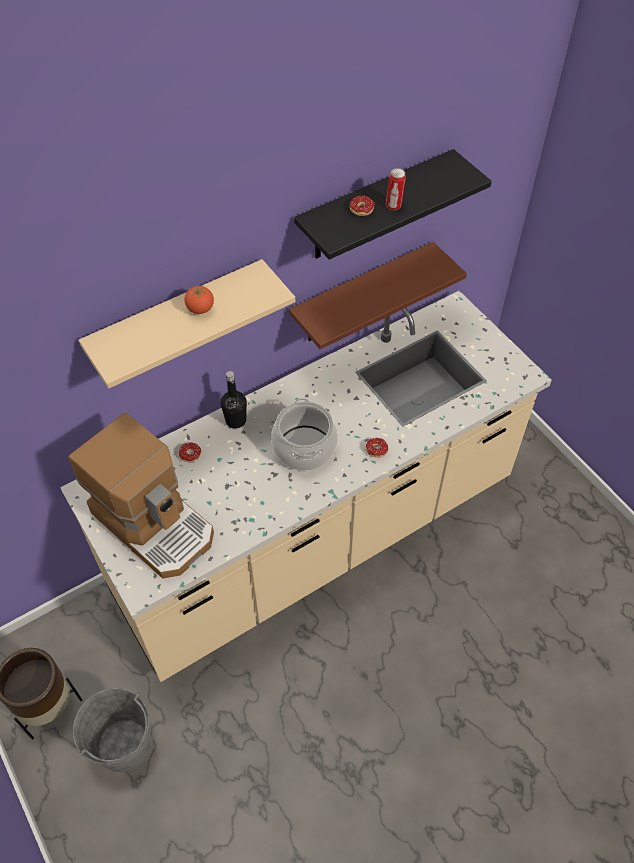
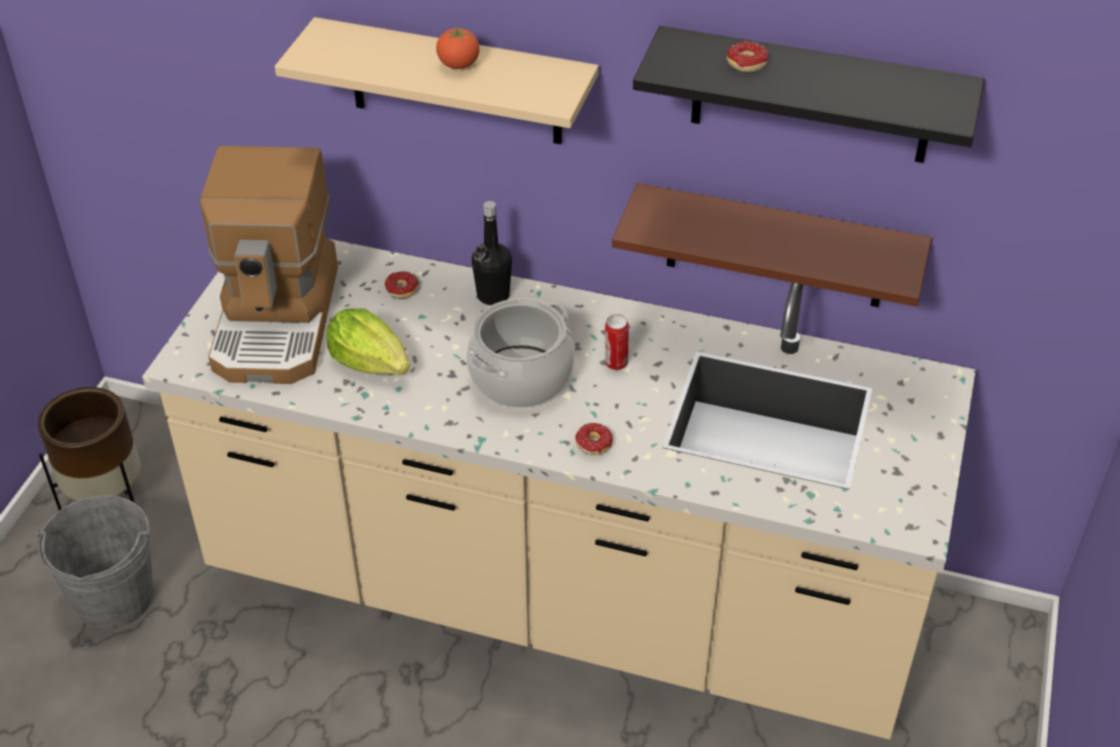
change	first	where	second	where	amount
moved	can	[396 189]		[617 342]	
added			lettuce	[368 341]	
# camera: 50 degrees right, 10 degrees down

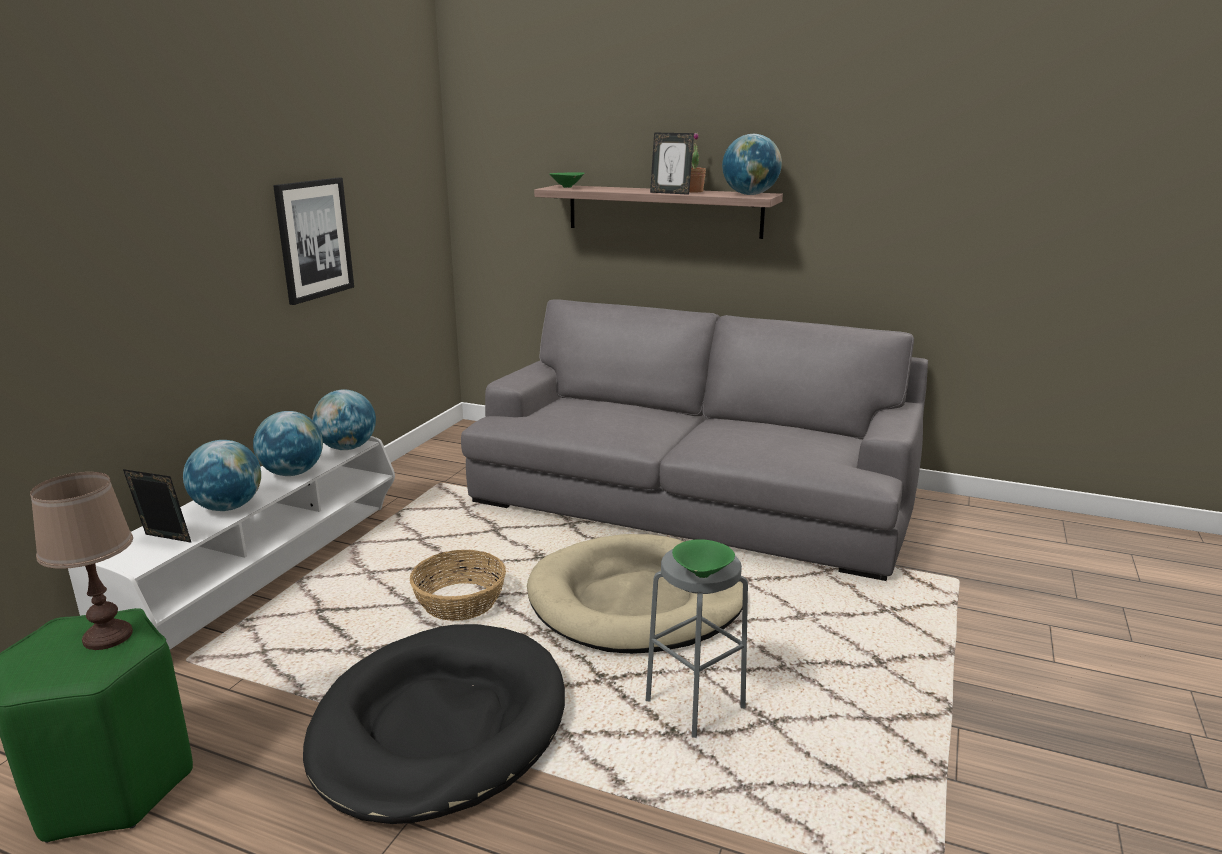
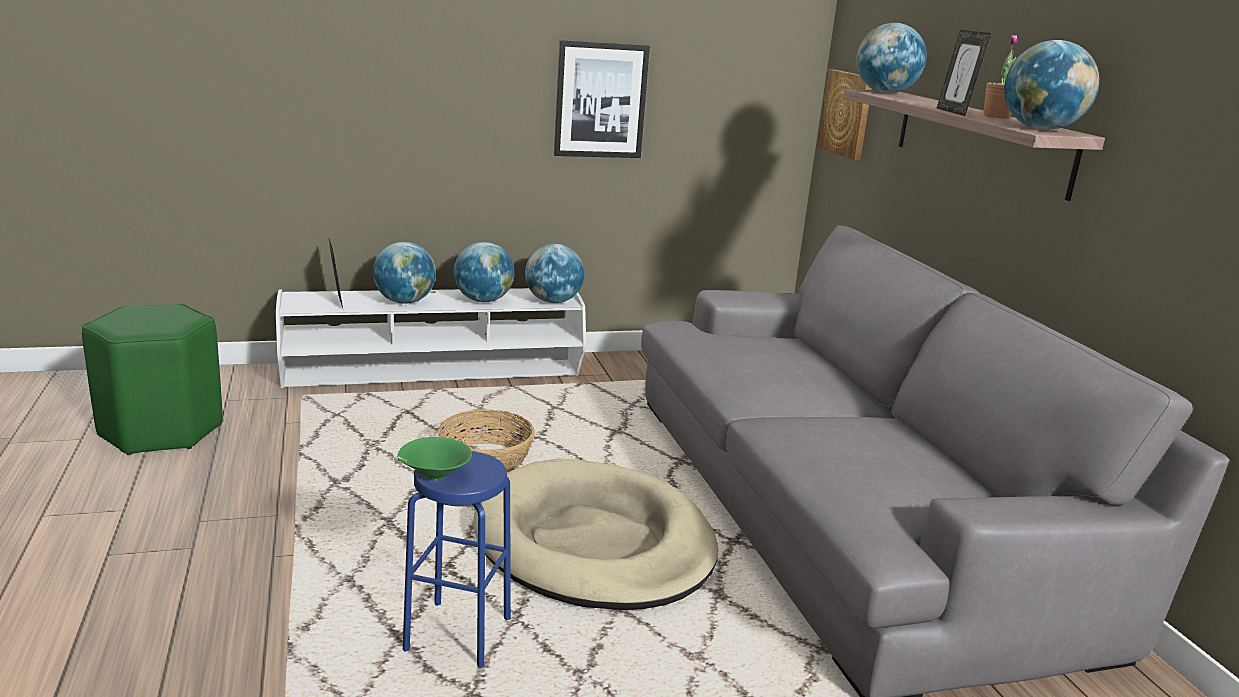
change	first	where	second	where	amount
removed	brown table lamp	[81 561]			
removed	black dog bed	[434 724]			
replaced	green bowl	[567 180]	globe	[891 58]	
recoloured	grey stool	[697 643]	blue stool	[457 559]	
added			picture	[844 114]	
# camera: 50 degrees right, 0 degrees up

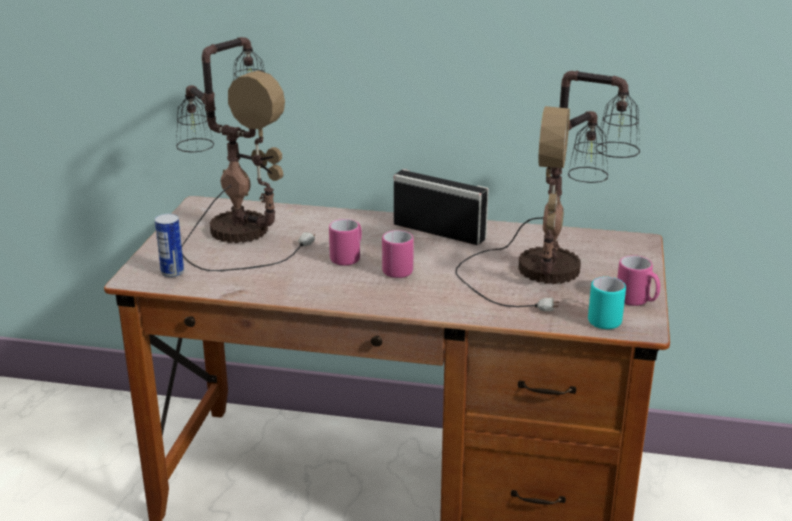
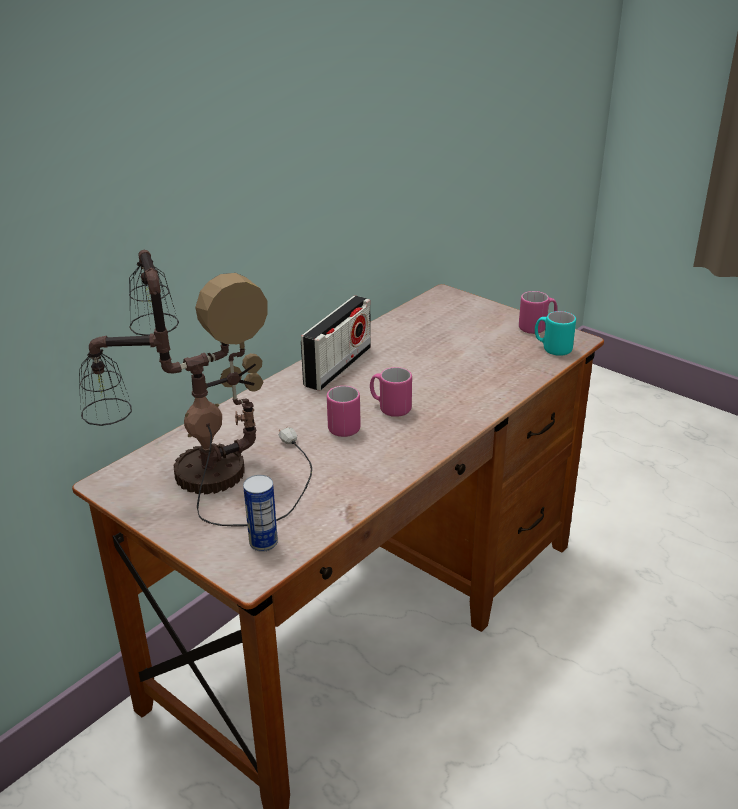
change	first	where	second	where	amount
turned	radio	[441 207]		[336 343]	150 degrees clockwise
removed	table lamp	[547 191]			
# camera: 60 degrees left, 5 degrees up

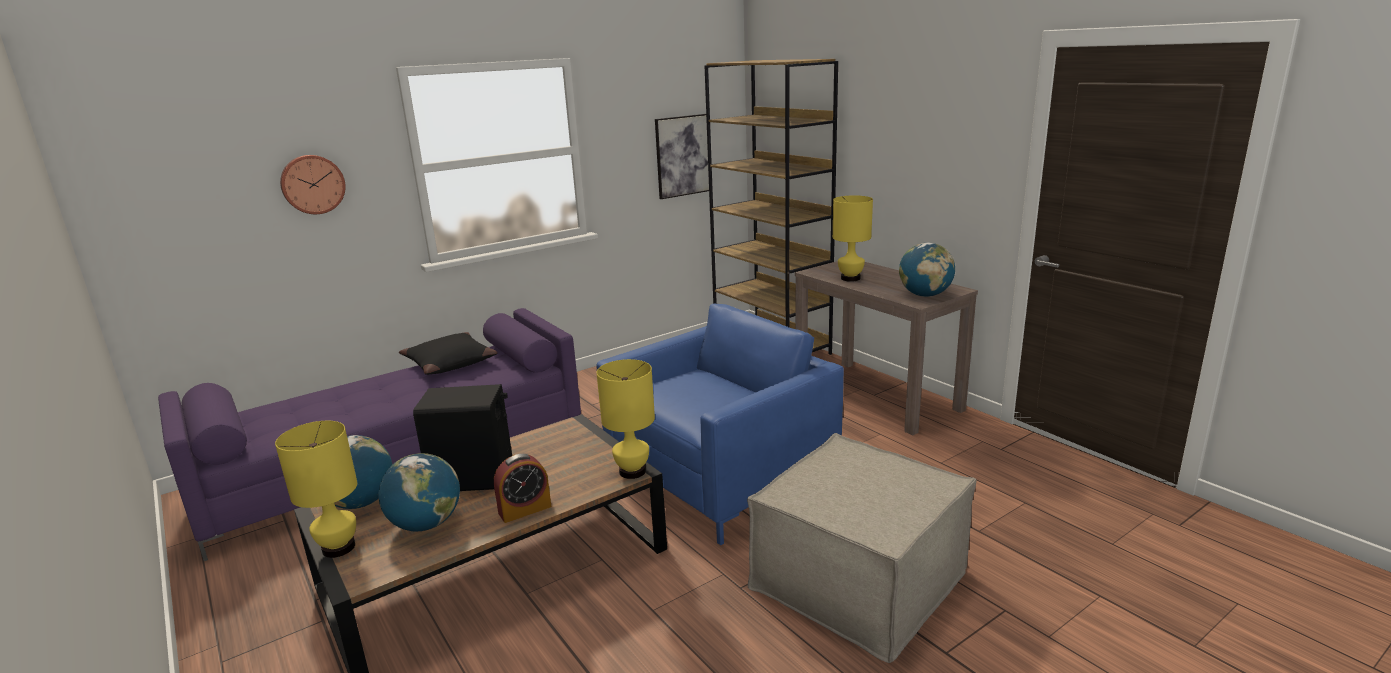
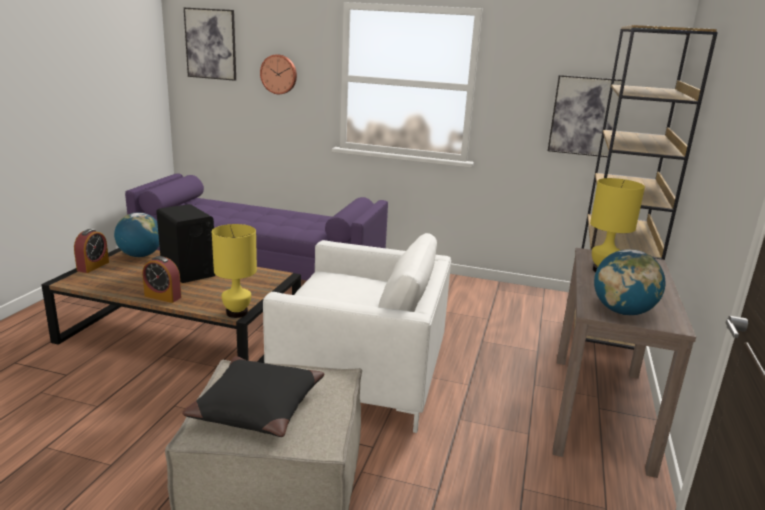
change	first	where	second	where	amount
replaced	yellow table lamp	[316 489]	alarm clock	[91 251]	
removed	globe	[419 492]			
moved	black pillow	[448 353]		[253 396]	
recoloured	blue armchair	[720 424]	white armchair	[357 333]	
added			picture	[210 44]	
# camera: 50 degrees right, 0 degrees up

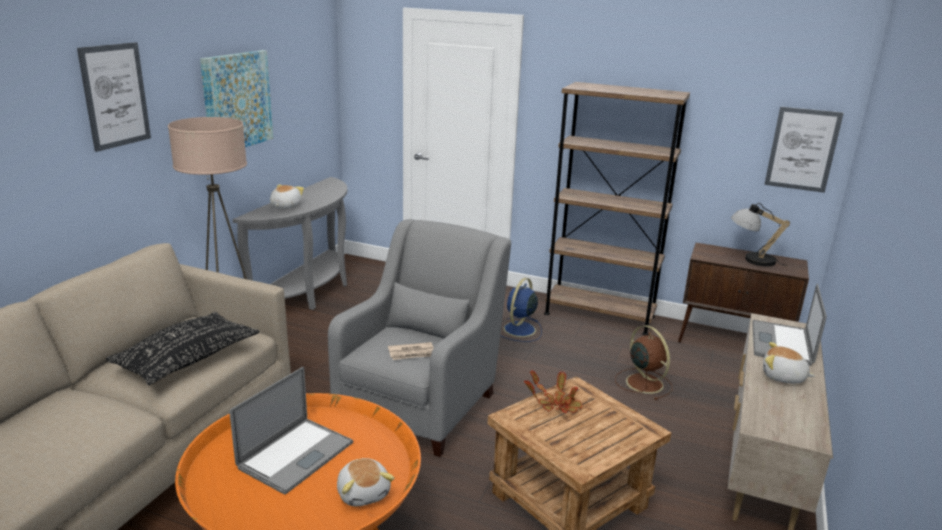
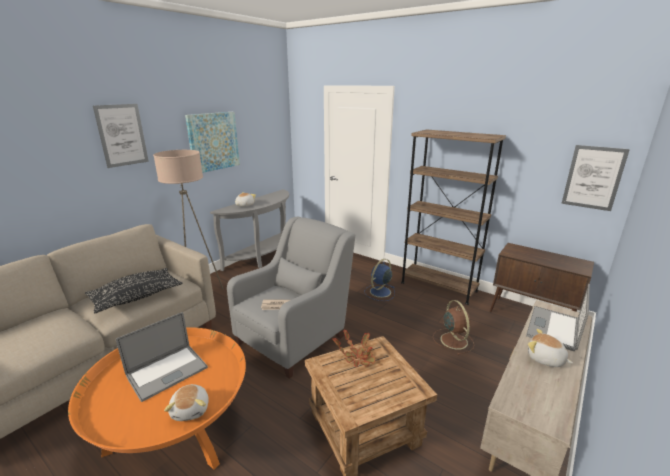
change	first	where	second	where	amount
removed	table lamp	[760 235]			
# camera: 15 degrees right, 0 degrees up

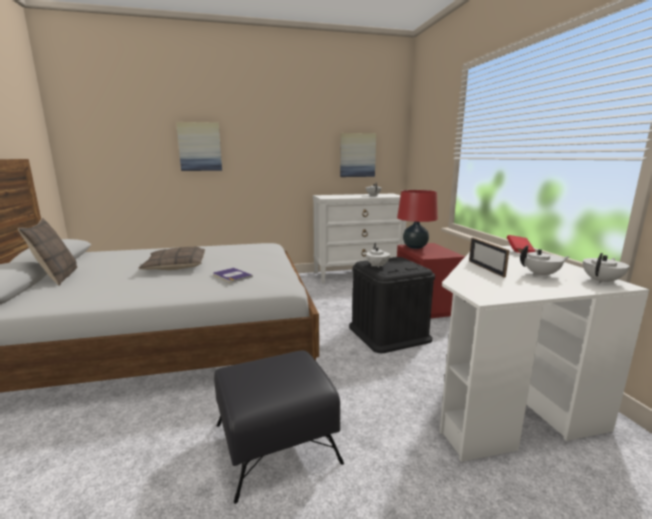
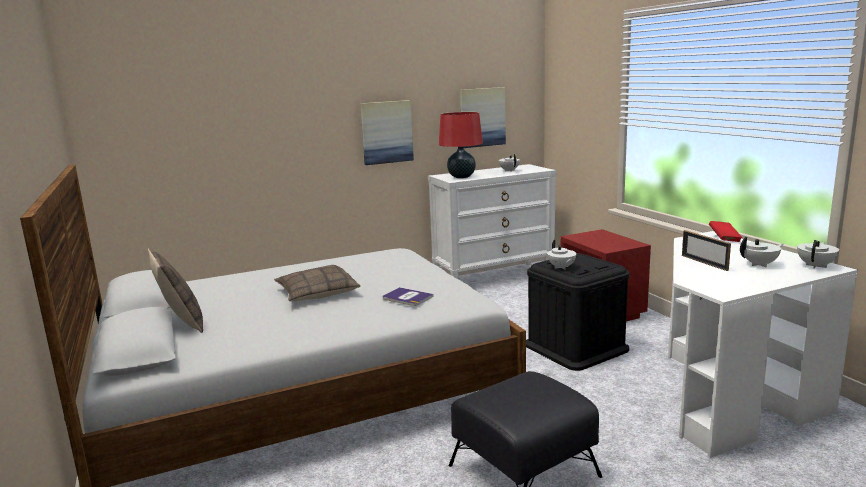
change	first	where	second	where	amount
moved	picture	[199 146]		[387 132]	
moved	red table lamp	[417 219]		[461 145]	
# camera: 10 degrees left, 0 degrees up

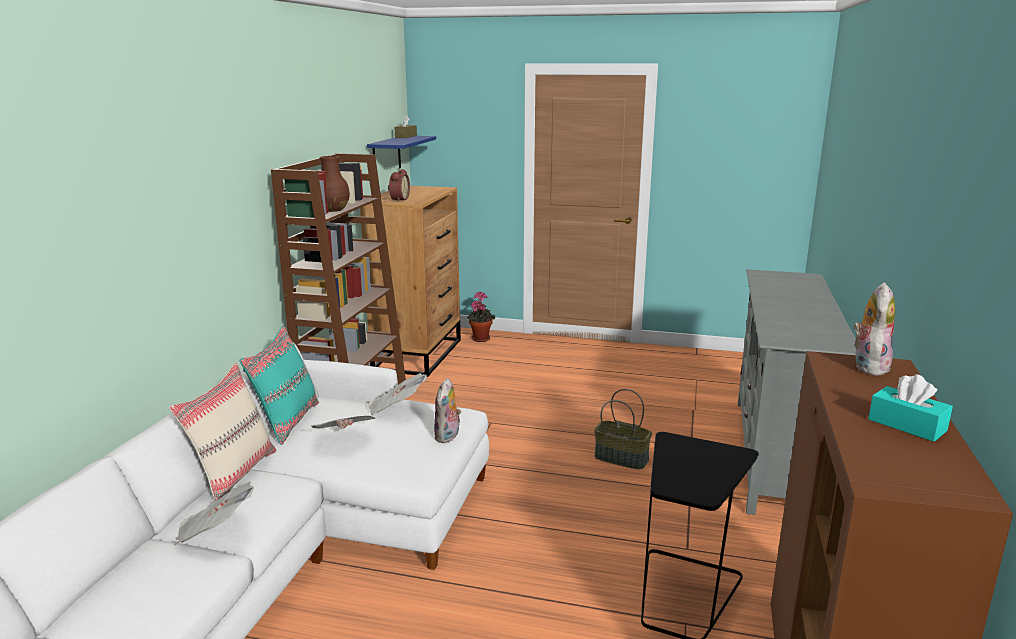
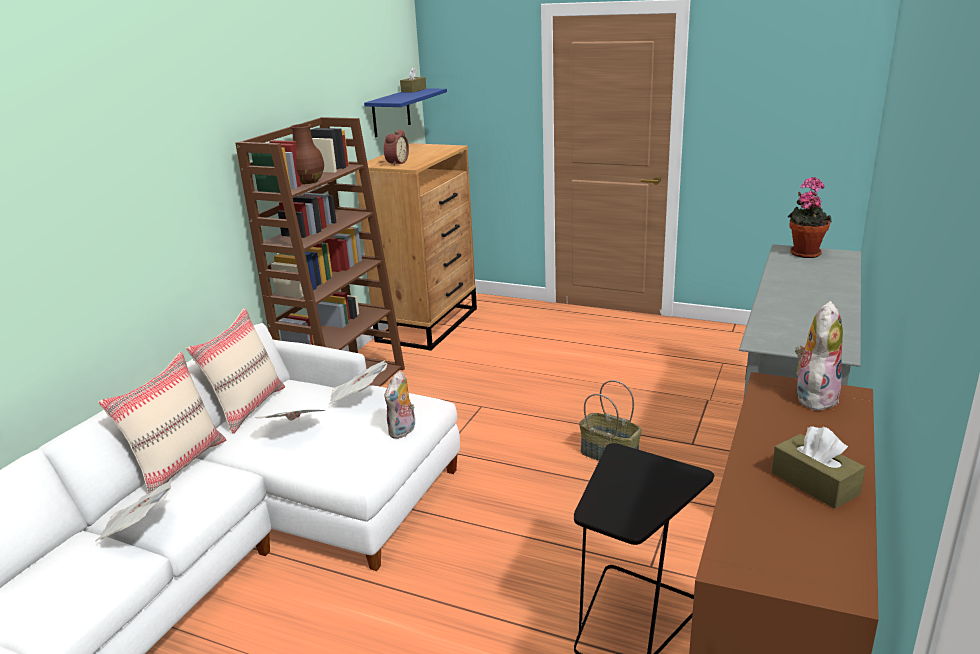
change	first	where	second	where	amount
recoloured	turquoise pillow	[279 385]	beige pillow	[235 371]	
moved	potted plant	[481 316]		[810 217]	
recoloured	turquoise tissue box	[910 408]	brown tissue box	[819 467]	
# camera: 10 degrees right, 5 degrees up

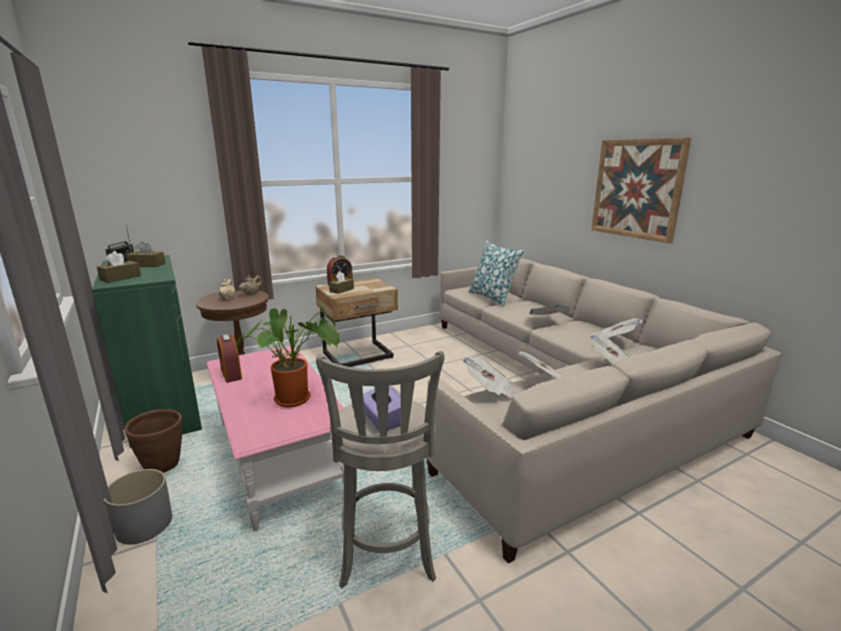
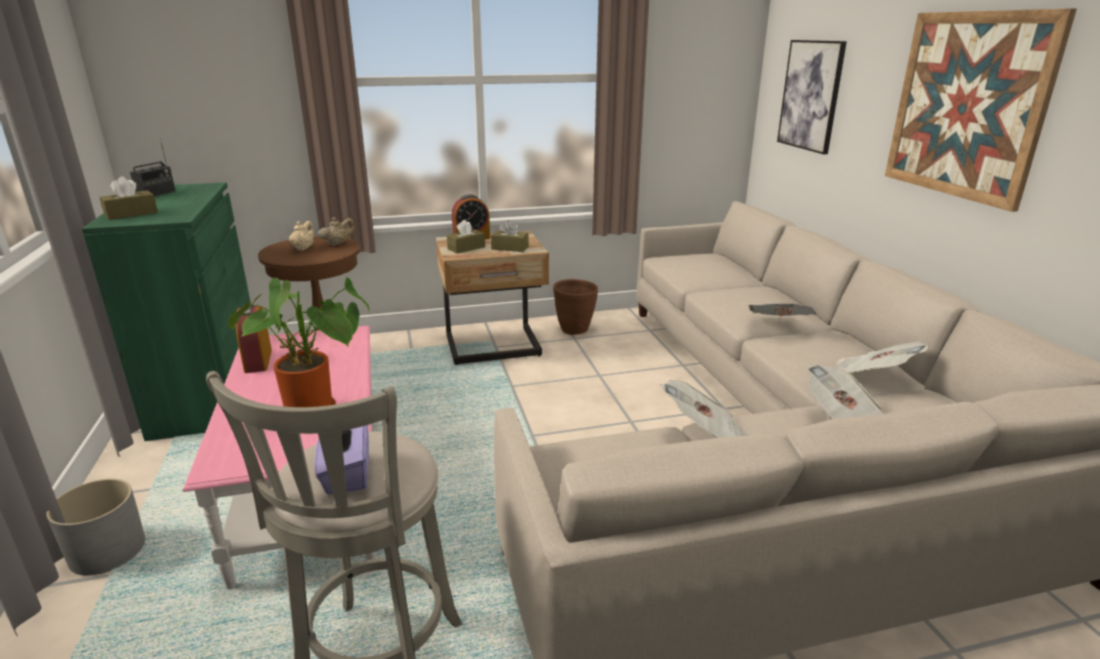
change	first	where	second	where	amount
moved	brown planter	[153 441]		[575 307]	
moved	brown tissue box	[146 254]		[510 236]	
removed	newspaper	[489 377]			
removed	pillow	[496 274]			
added			picture	[812 97]	
# camera: 15 degrees right, 5 degrees up

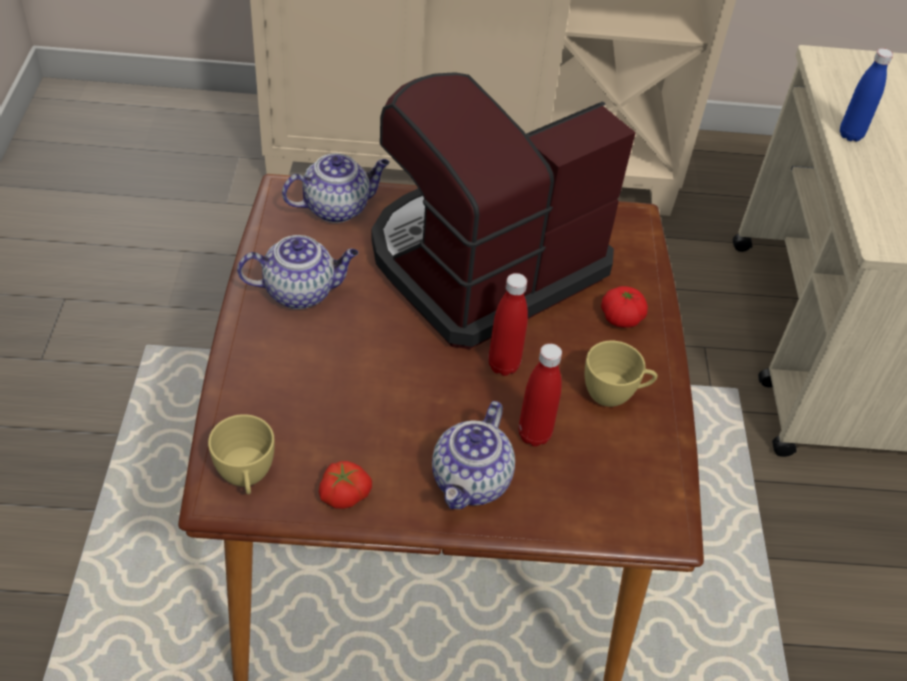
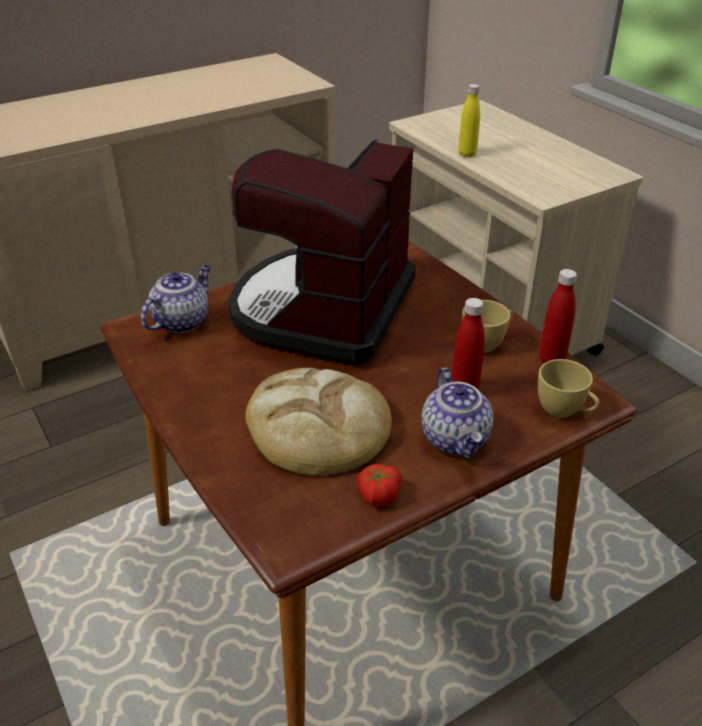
change	first	where	second	where	amount
moved	yellow cup	[241 454]		[568 388]	
removed	teapot	[297 272]			
moved	red bottle	[508 324]		[558 316]	
removed	tomato	[624 307]			
recoloured	blue bottle	[866 95]	yellow bottle	[469 120]	
added			bread	[318 422]	
# camera: 30 degrees left, 10 degrees down

